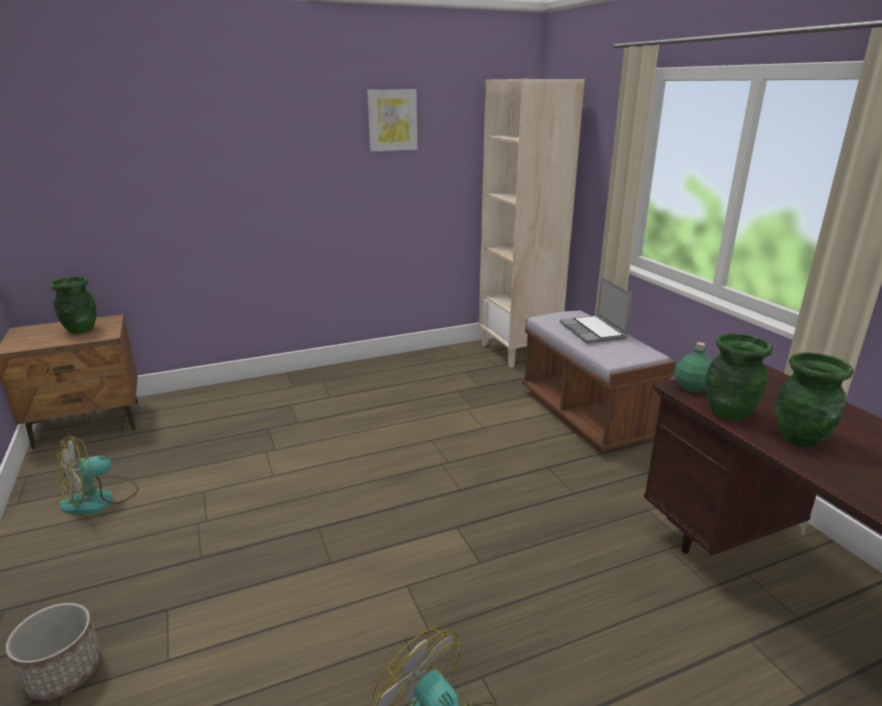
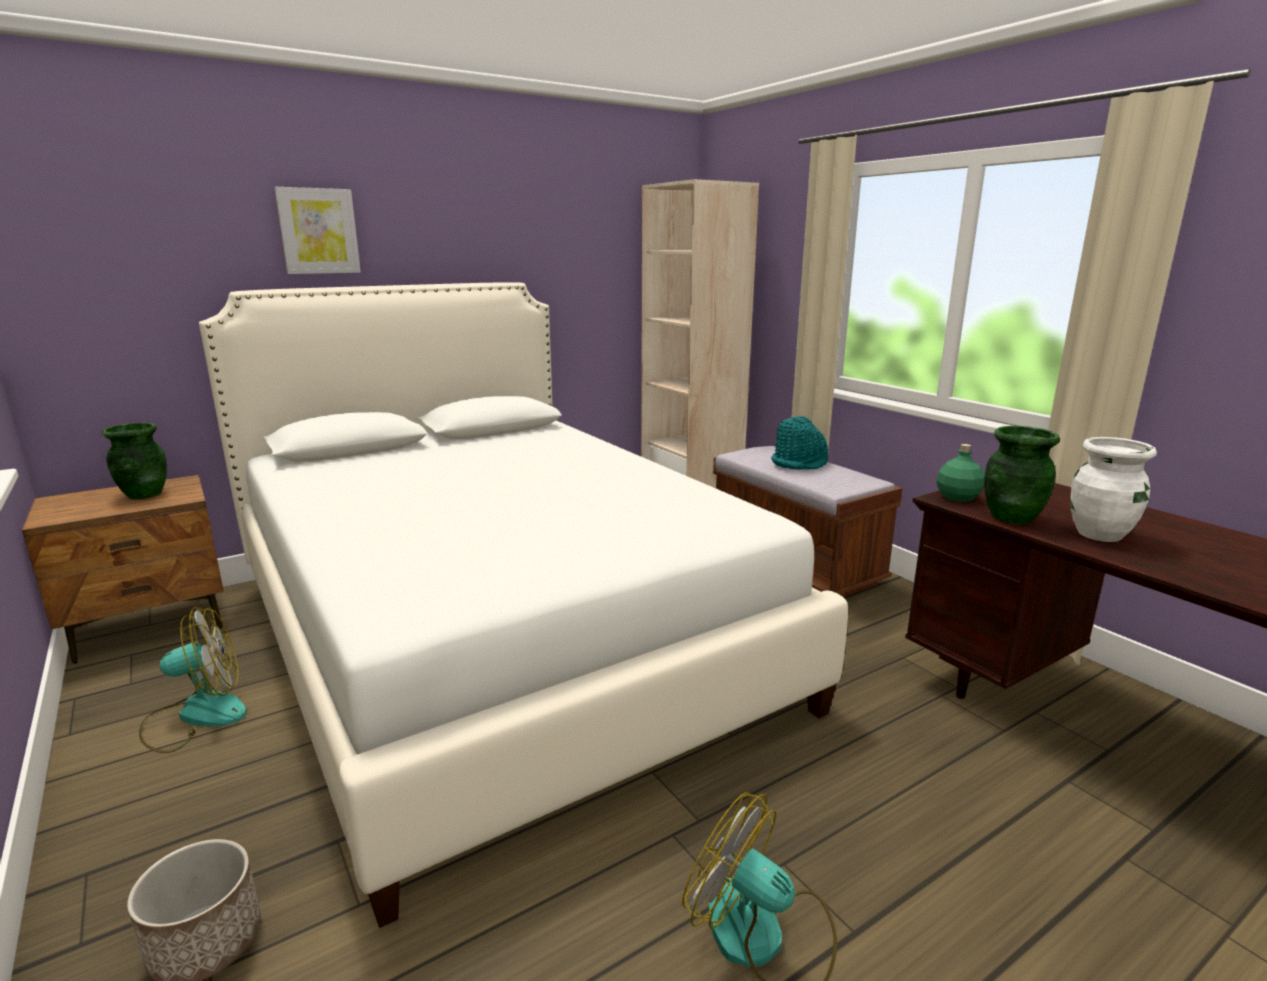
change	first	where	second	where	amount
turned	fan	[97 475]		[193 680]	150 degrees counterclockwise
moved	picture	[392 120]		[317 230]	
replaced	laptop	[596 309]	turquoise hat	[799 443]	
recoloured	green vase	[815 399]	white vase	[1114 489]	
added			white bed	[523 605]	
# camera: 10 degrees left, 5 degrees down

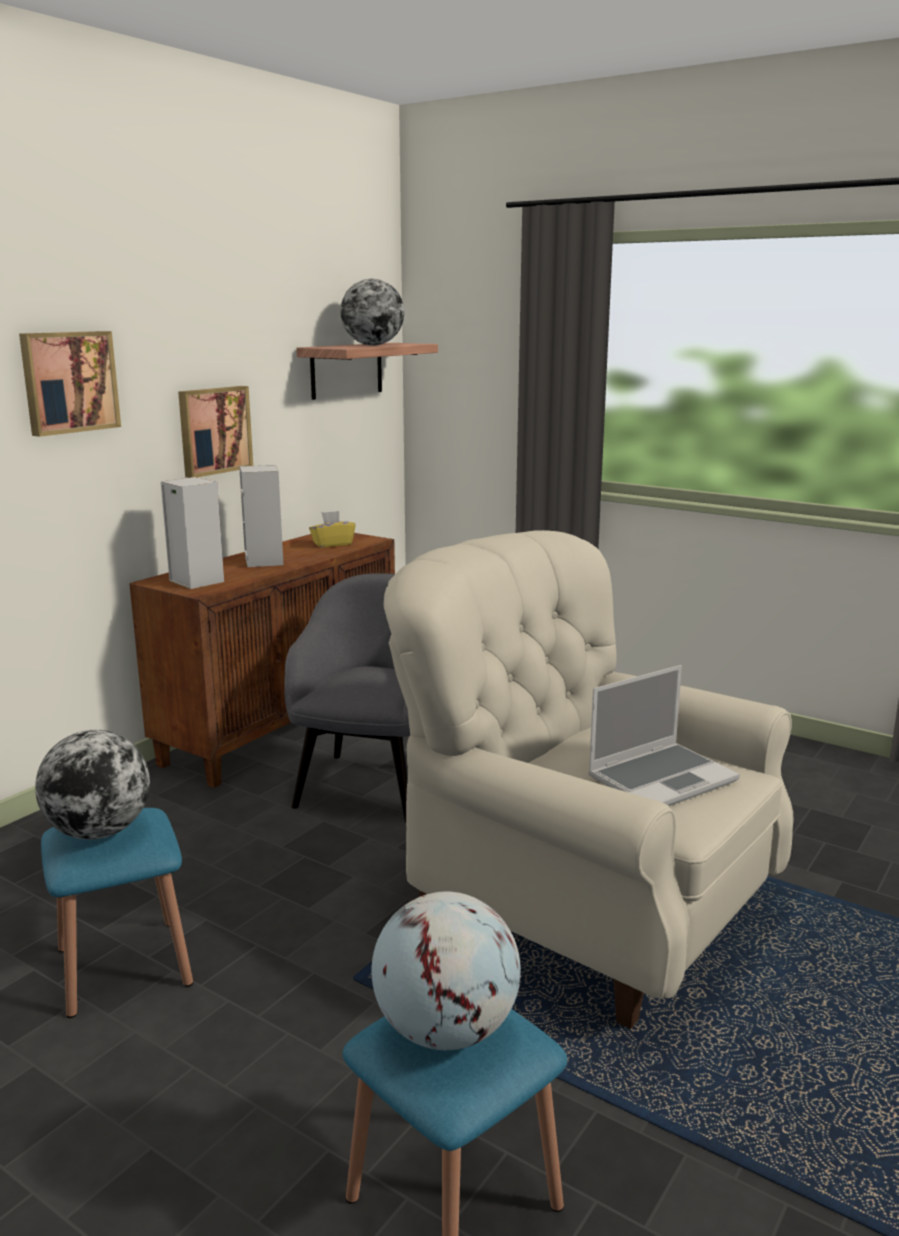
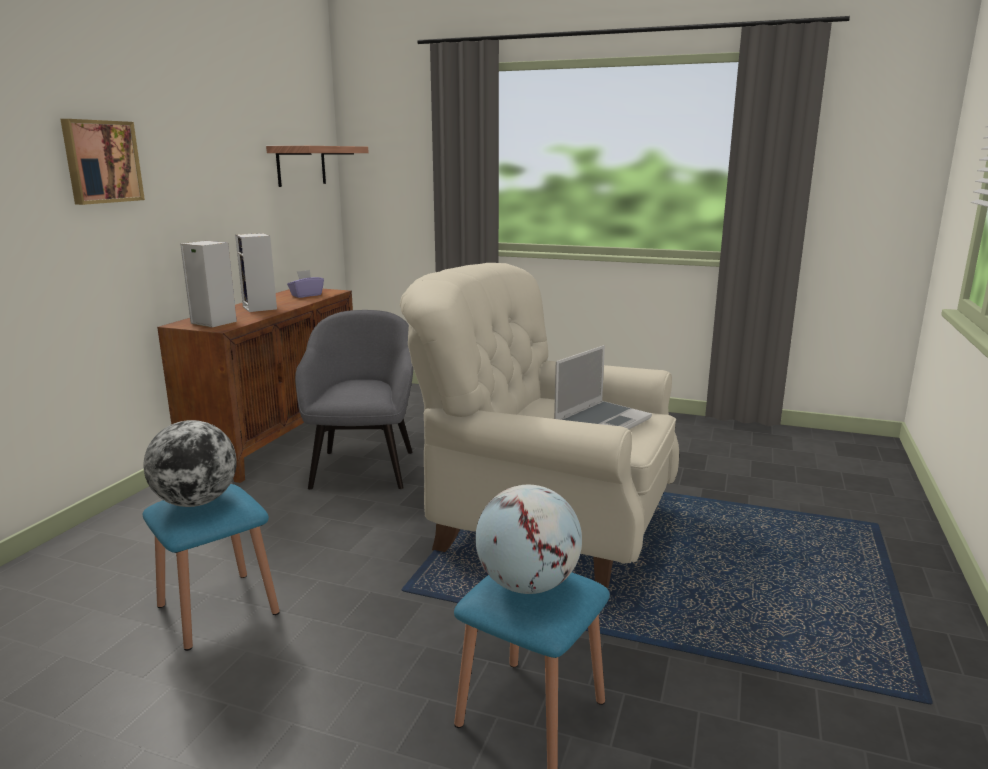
change	first	where	second	where	amount
removed	picture	[215 432]			
recoloured	yellow tissue box	[332 529]	purple tissue box	[305 284]	
removed	globe	[372 312]			
# camera: 15 degrees left, 0 degrees up

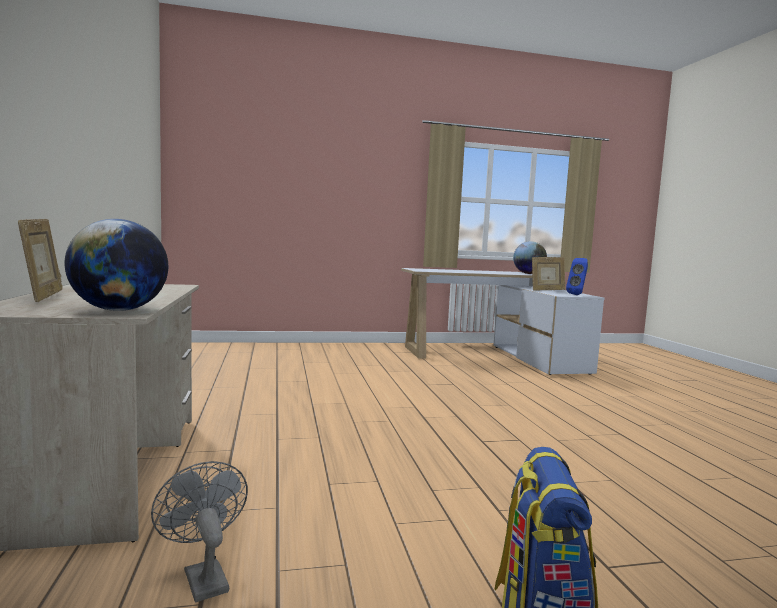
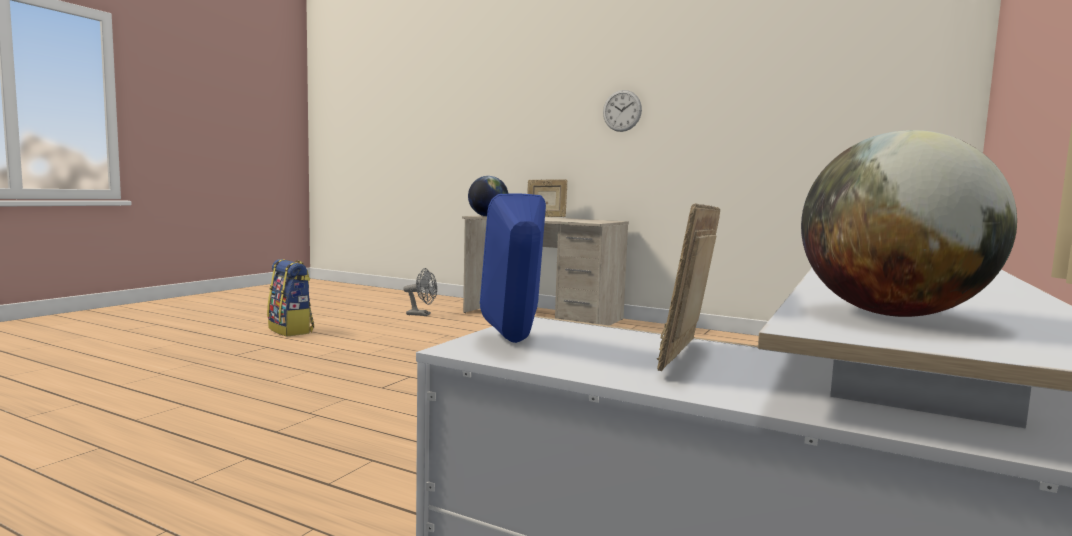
change	first	where	second	where	amount
added			wall clock	[622 111]	
# camera: 130 degrees right, 0 degrees up

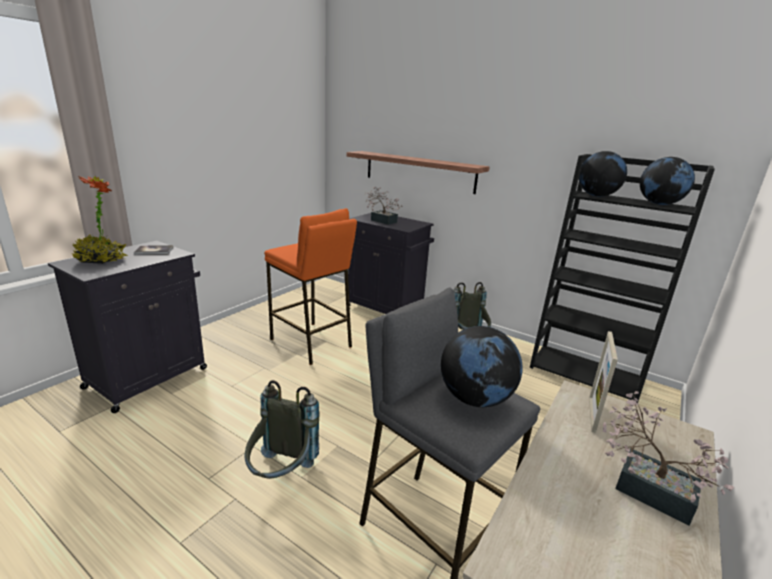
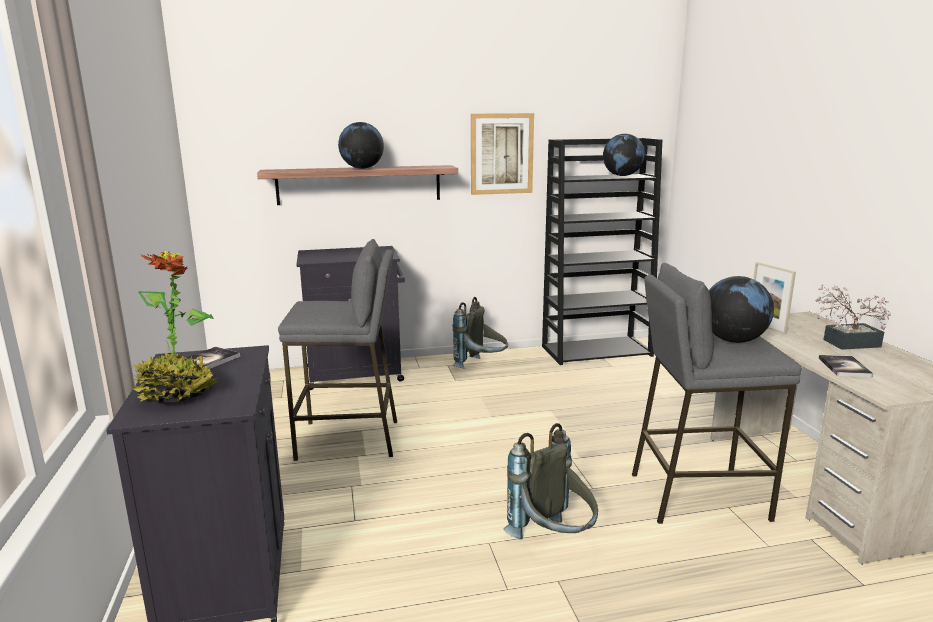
change	first	where	second	where	amount
recoloured	orange stool	[310 286]	grey stool	[337 350]	
removed	potted plant	[384 206]			
moved	globe	[603 174]		[361 145]	
added			picture	[502 154]	
added			book	[846 366]	
# camera: 45 degrees left, 5 degrees down

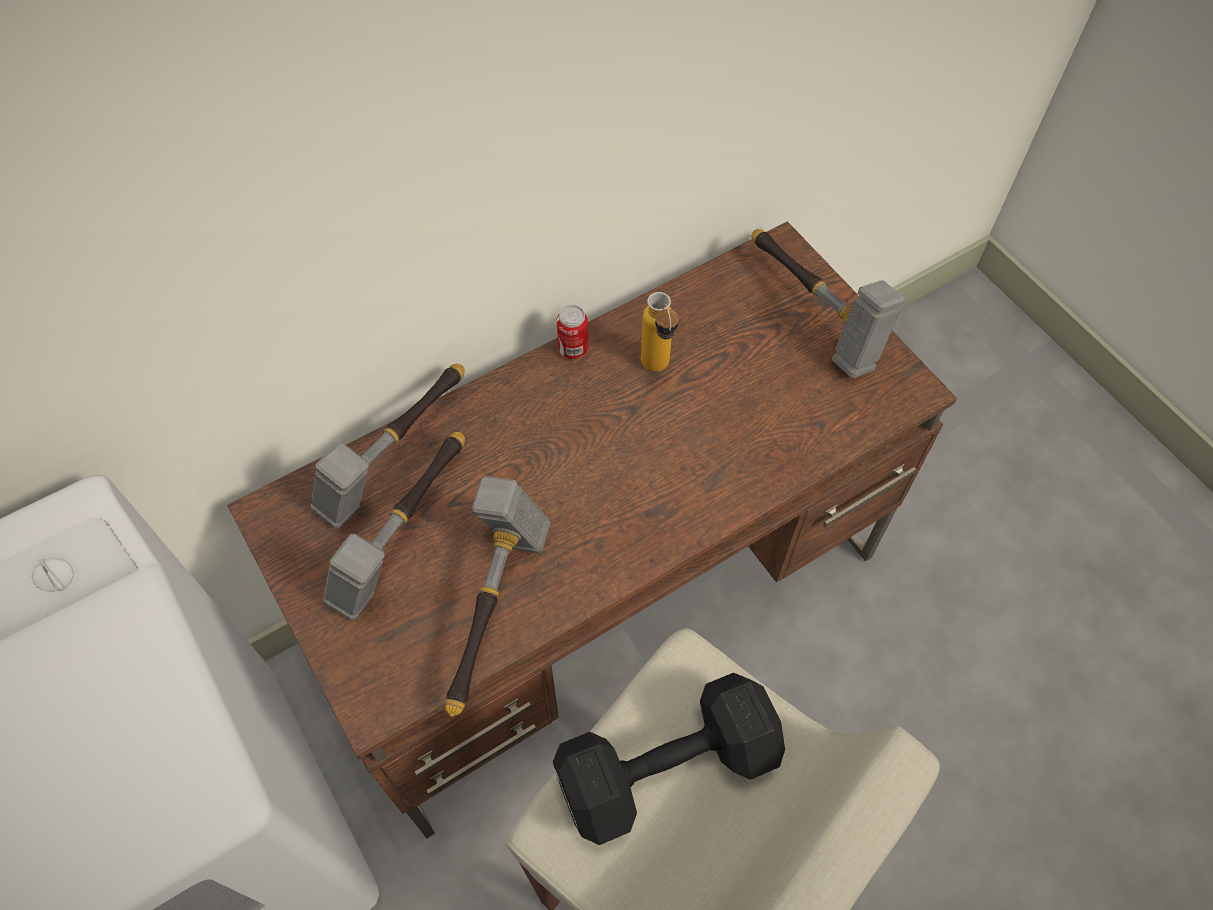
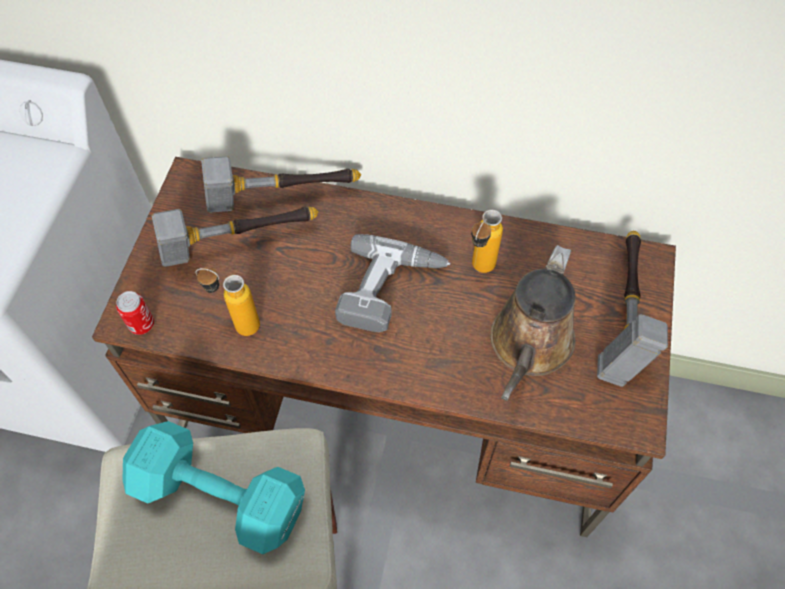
change	first	where	second	where	amount
replaced	hammer	[498 596]	bottle	[227 301]	
recoloured	black dumbbell	[669 759]	turquoise dumbbell	[214 487]	
moved	can	[572 332]		[135 313]	
added			power drill	[392 283]	
added			brown watering can	[533 323]	
# camera: 45 degrees right, 0 degrees up

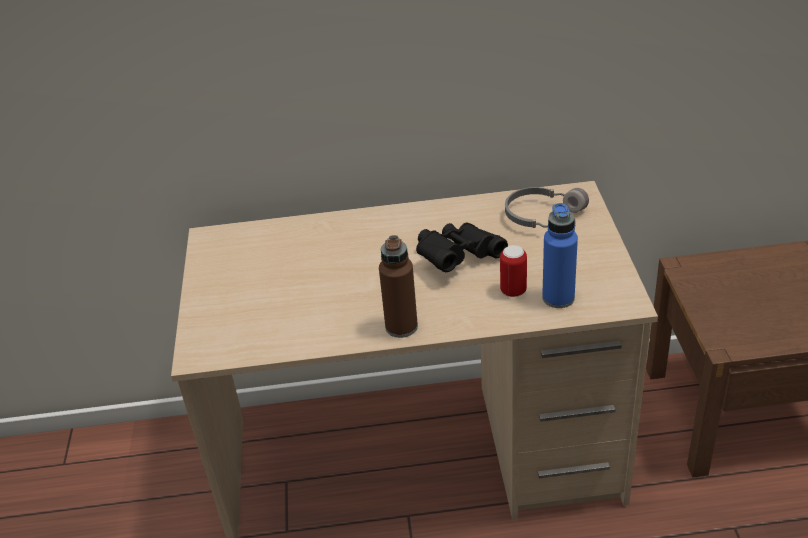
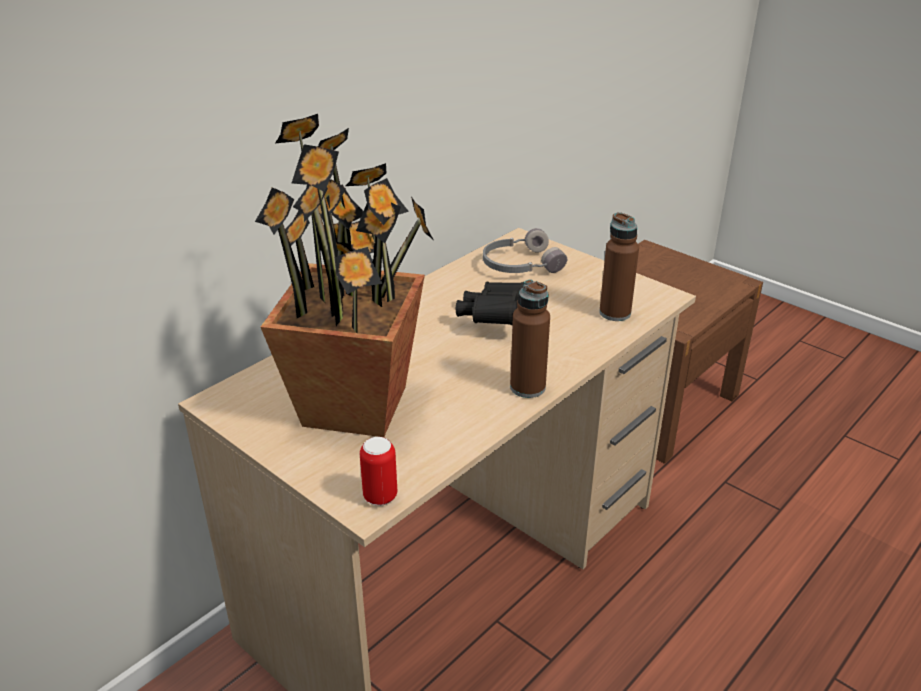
change	first	where	second	where	amount
moved	can	[513 271]		[378 471]	
recoloured	blue bottle	[560 255]	brown bottle	[619 266]	
added			potted plant	[344 275]	
# camera: 45 degrees left, 5 degrees down

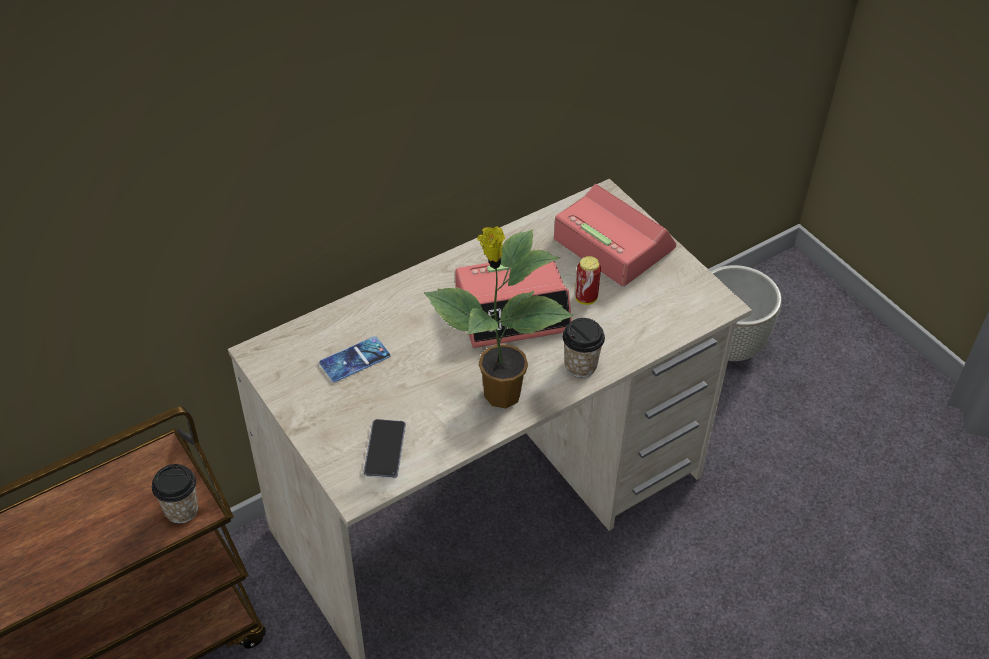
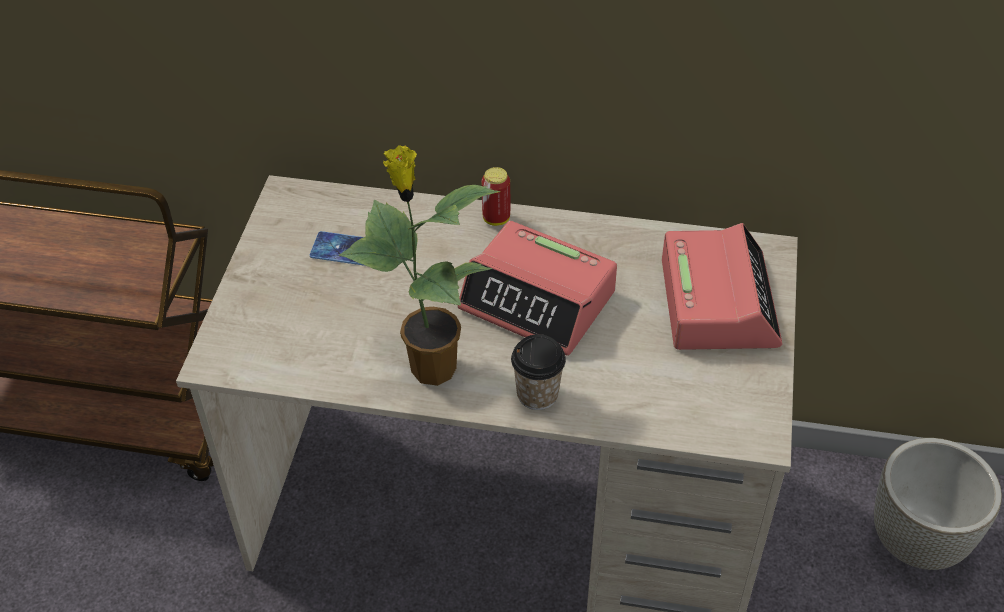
change	first	where	second	where	amount
removed	cup	[175 494]			
removed	phone	[384 449]			
moved	can	[588 280]		[496 196]	
# camera: 45 degrees right, 0 degrees up

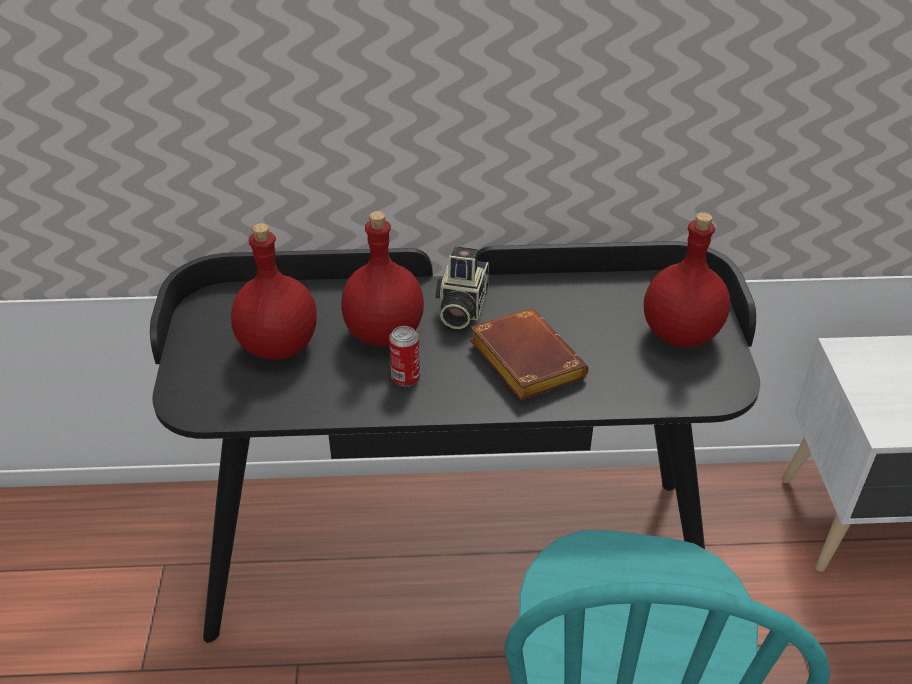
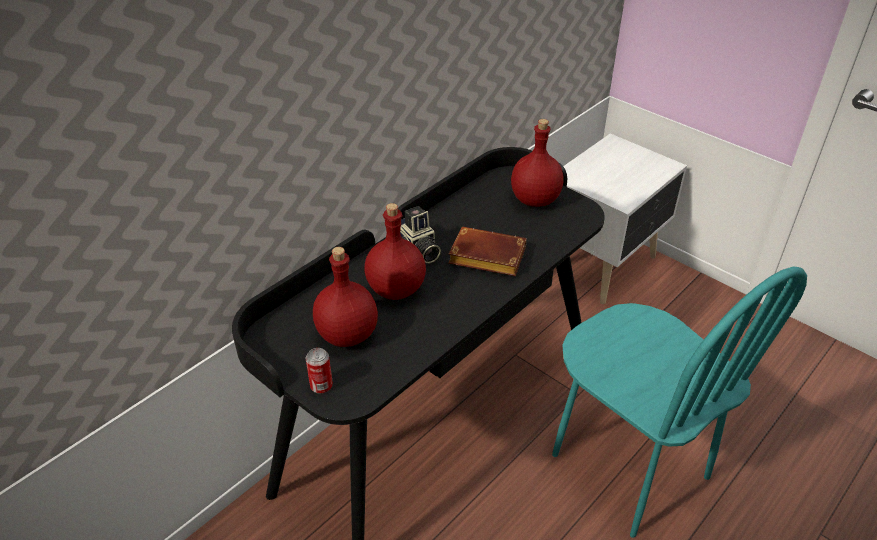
change	first	where	second	where	amount
moved	can	[404 356]		[319 371]	
# camera: 45 degrees left, 0 degrees up

